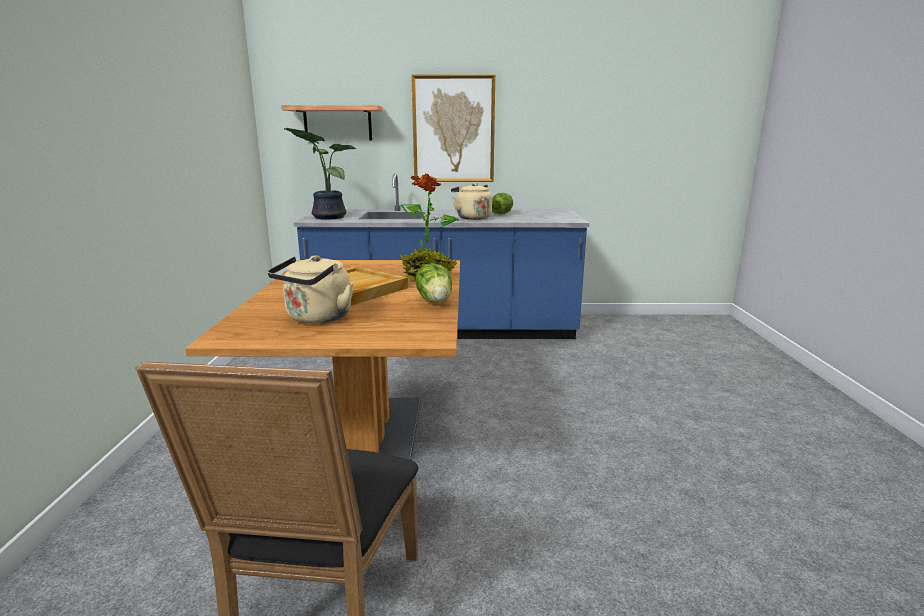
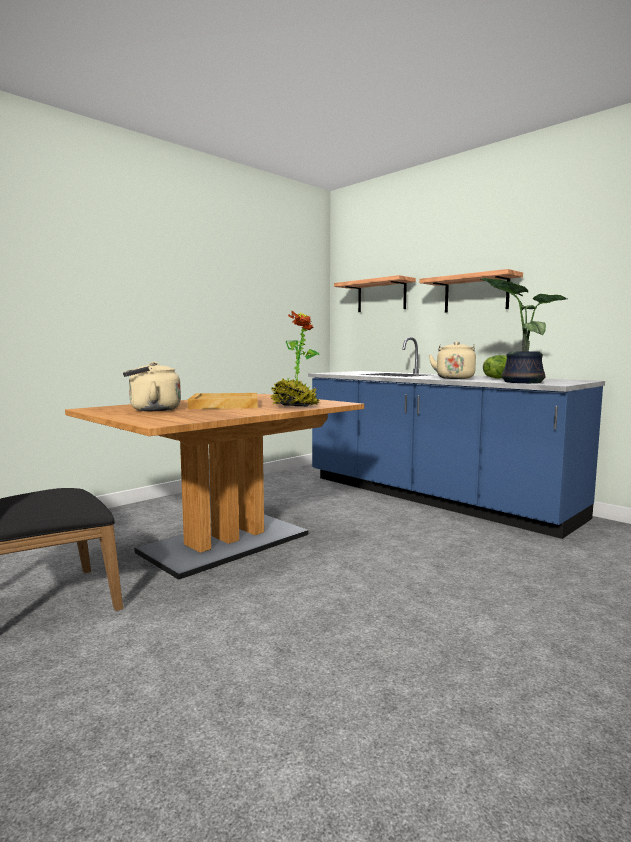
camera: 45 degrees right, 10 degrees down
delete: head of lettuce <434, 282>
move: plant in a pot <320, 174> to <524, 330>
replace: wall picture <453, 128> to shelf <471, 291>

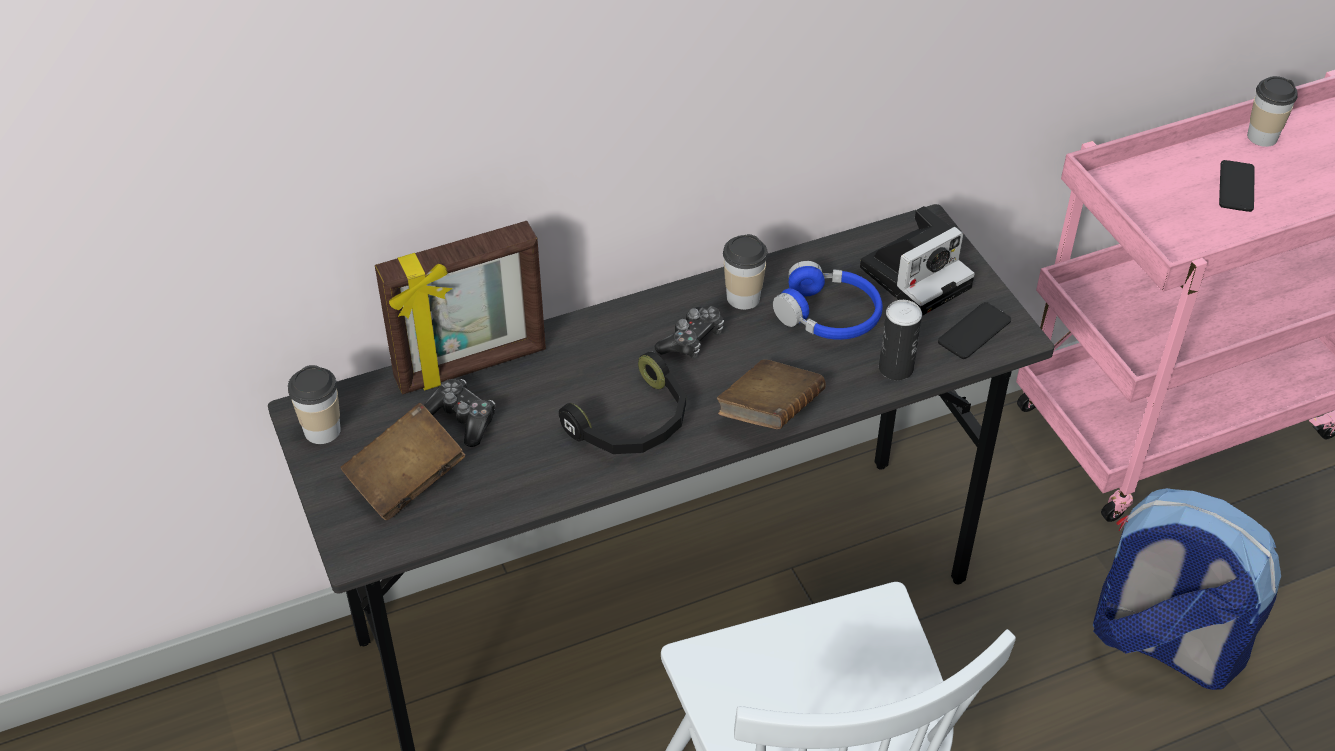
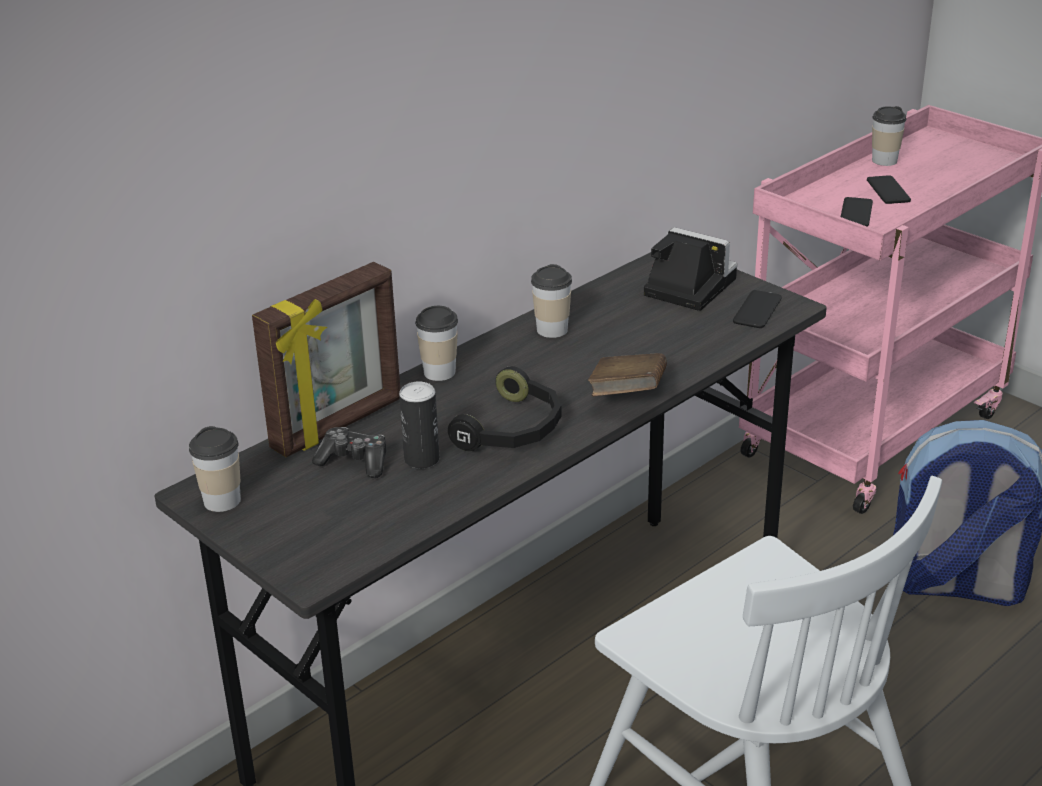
camera: 20 degrees left, 15 degrees down
delete: brownish volume <402, 461>; gamepad <689, 332>; bluish headphones <828, 300>
insert: cup <436, 343>; handset <857, 212>
move: metal can <900, 340> to <419, 425>
rotate: photo camera <917, 261> = <690, 269> 90 degrees counterclockwise

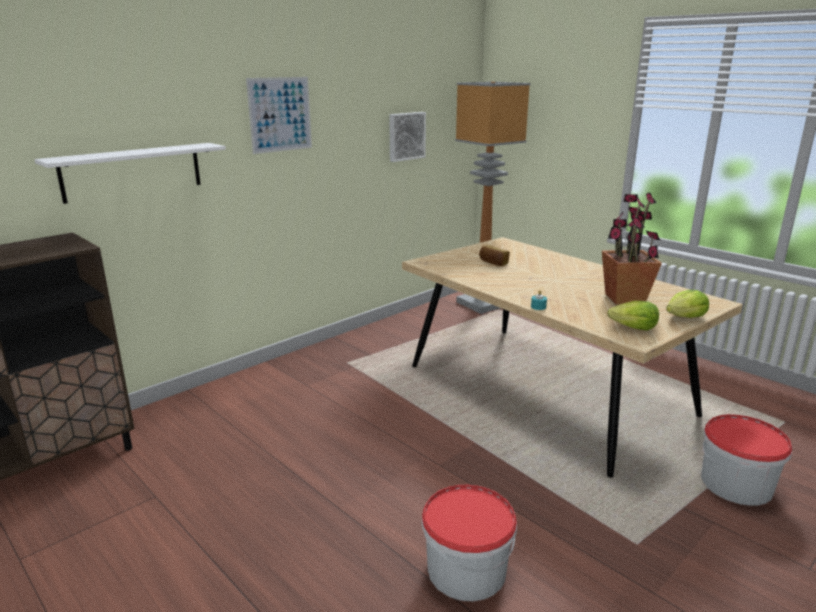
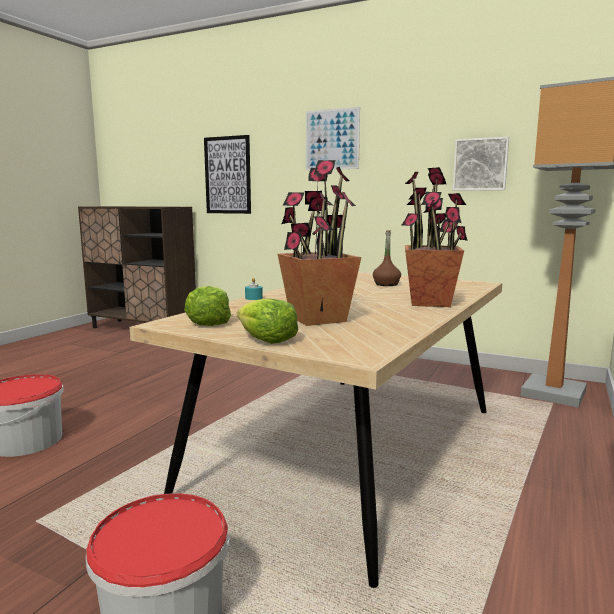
camera: 70 degrees right, 10 degrees down
insert: plant in a pot <434, 237>
replace: white shelf <130, 173> to wall picture <227, 174>; bread <494, 255> to brownish drink bottle <387, 258>

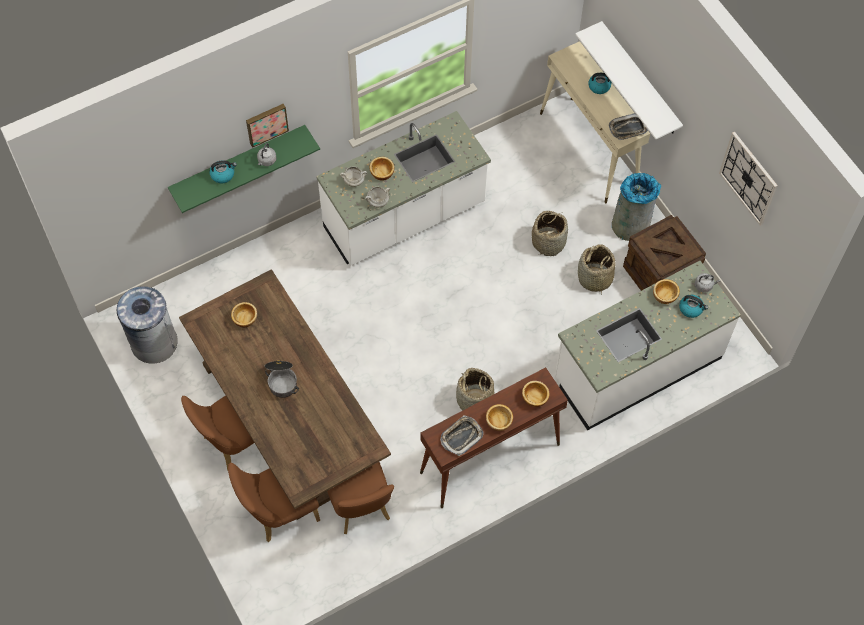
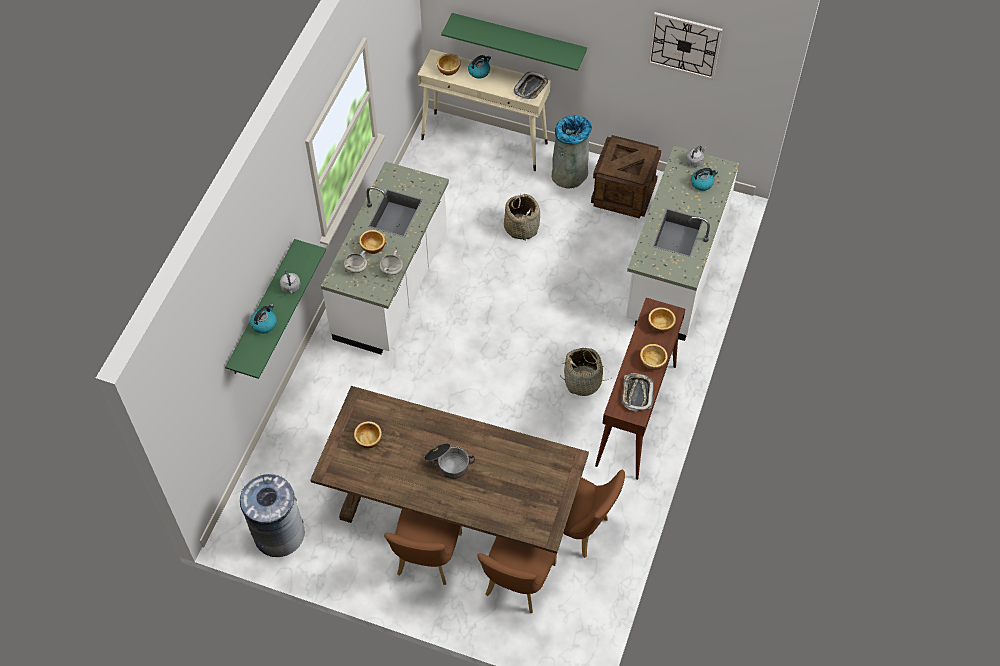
camera: 40 degrees left, 5 degrees down
delete: wall picture <267, 126>; storage basket <596, 269>
move: bowl <666, 291> to <449, 64>
recolor: white shelf <629, 80> to greenish shelf <514, 42>

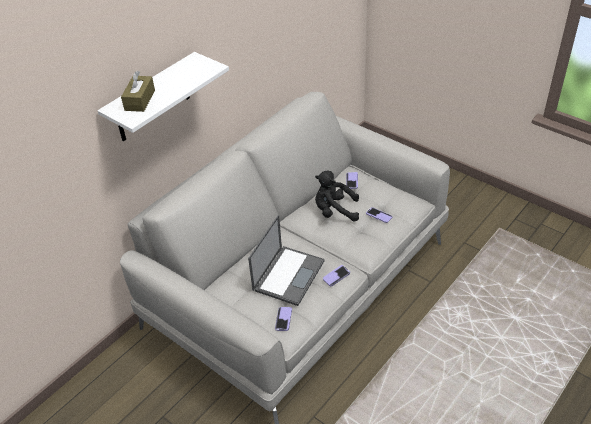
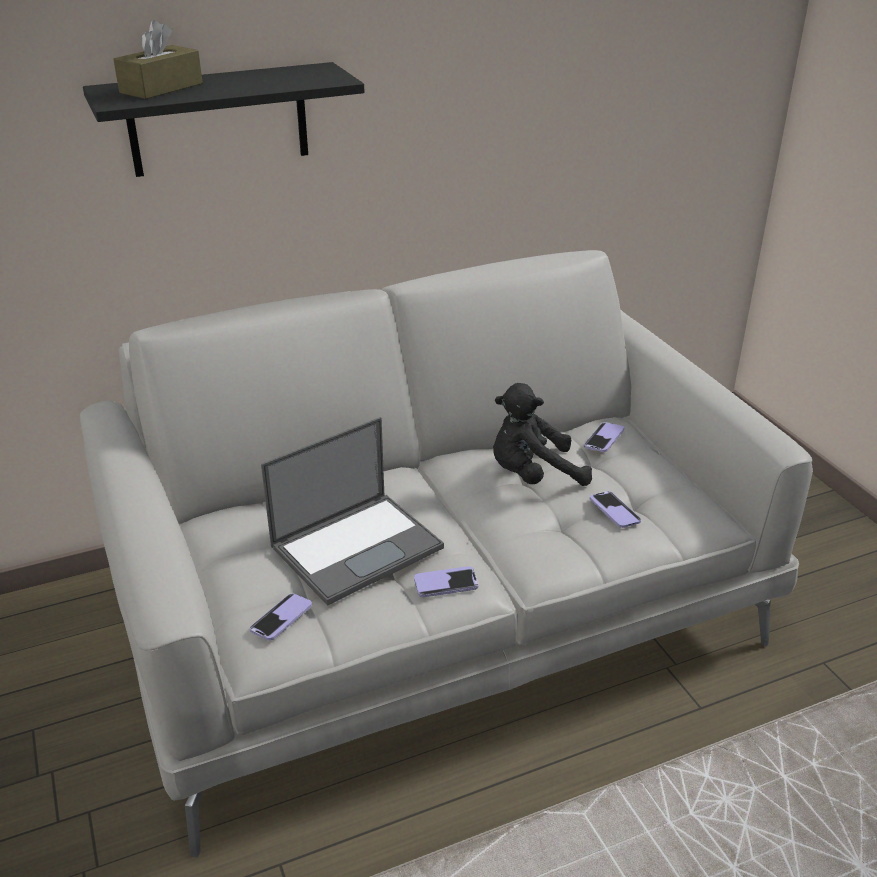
camera: 25 degrees right, 10 degrees down
recolor: white shelf <163, 96> to black shelf <223, 119>
rotate: black soft toy <337, 196> = <542, 434> 45 degrees counterclockwise

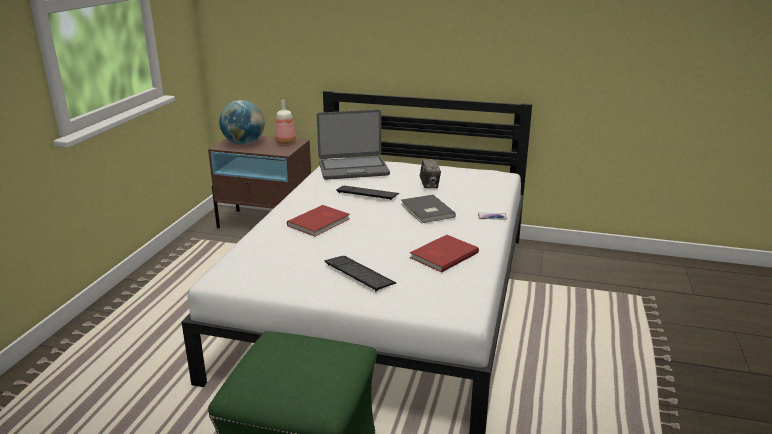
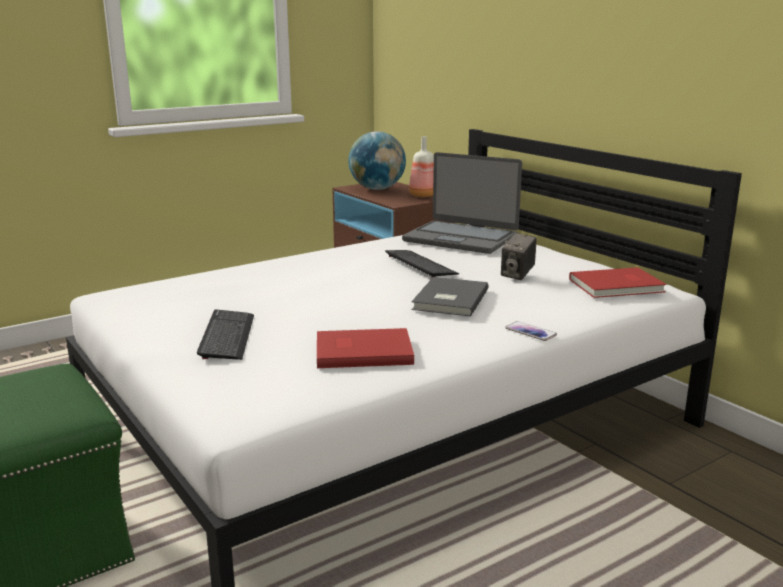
camera: 40 degrees right, 5 degrees down
move: red volume <318, 220> to <618, 282>

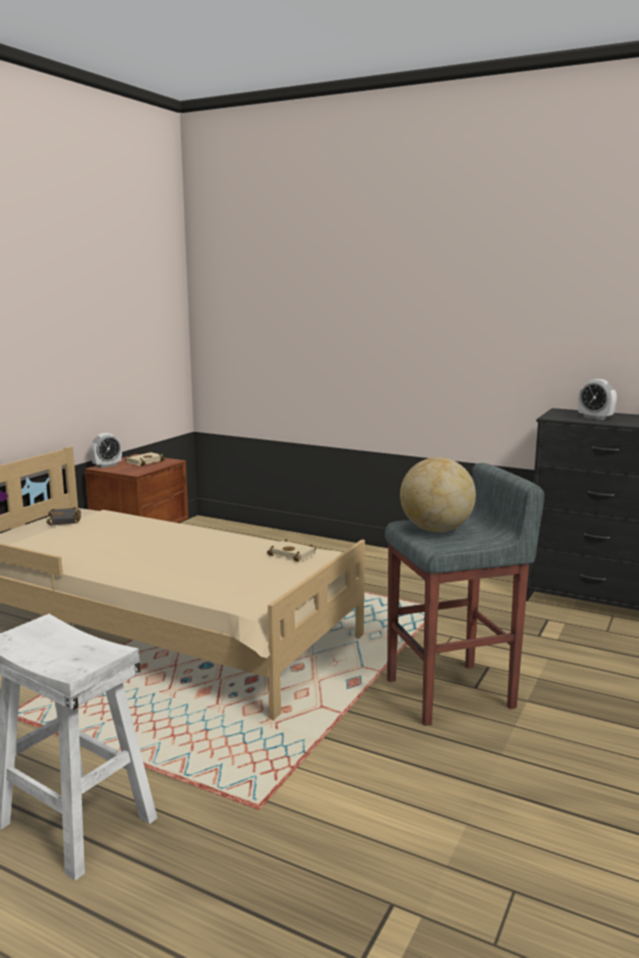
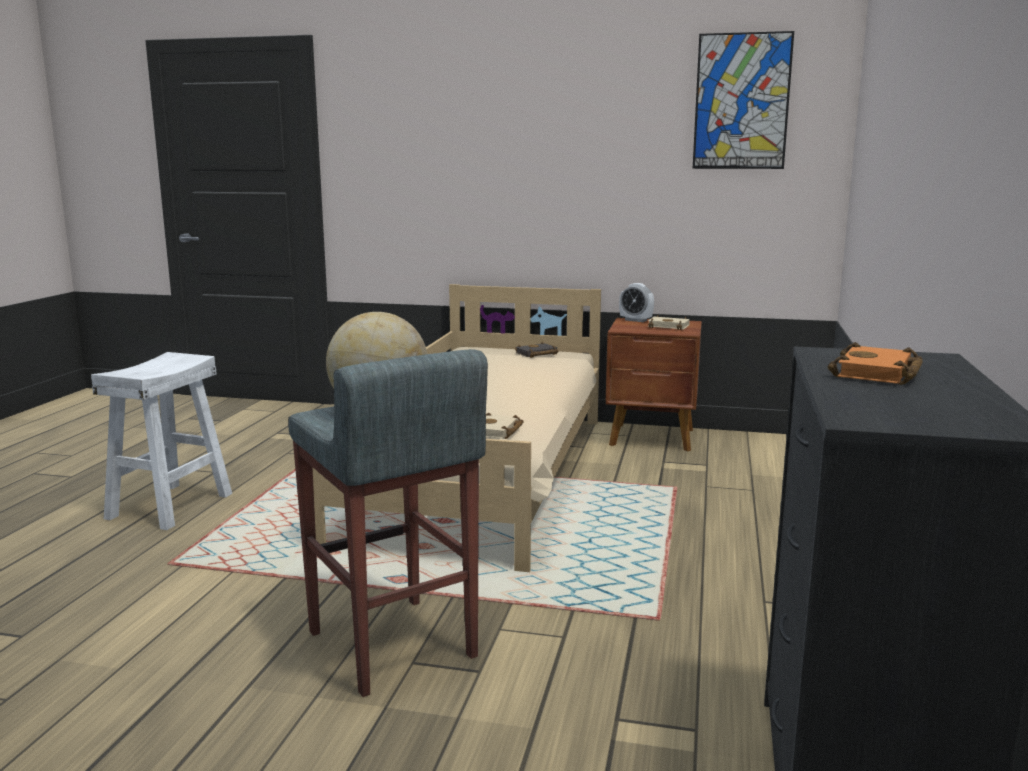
camera: 75 degrees right, 0 degrees up
insert: wall picture <743, 100>
replace: bedside clock <597, 399> to orange-coloured volume <875, 363>

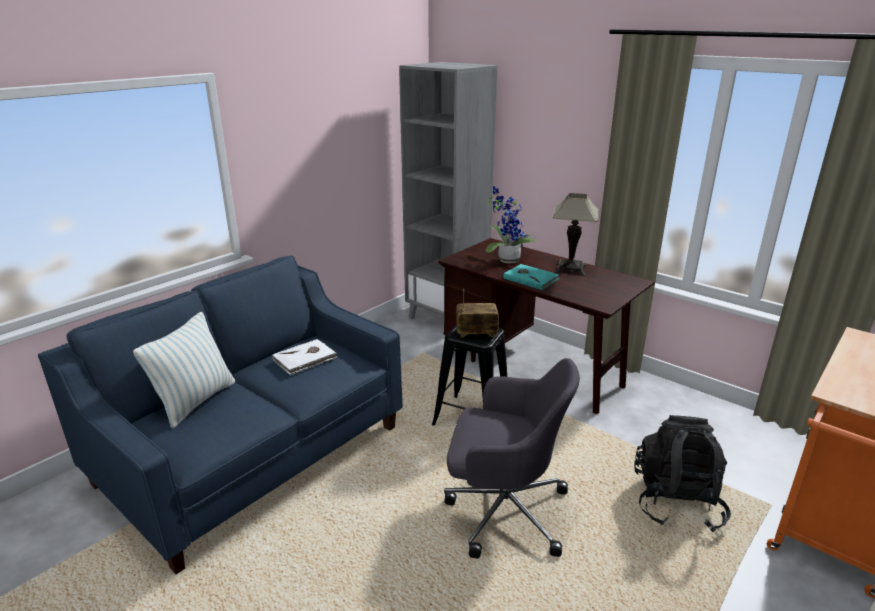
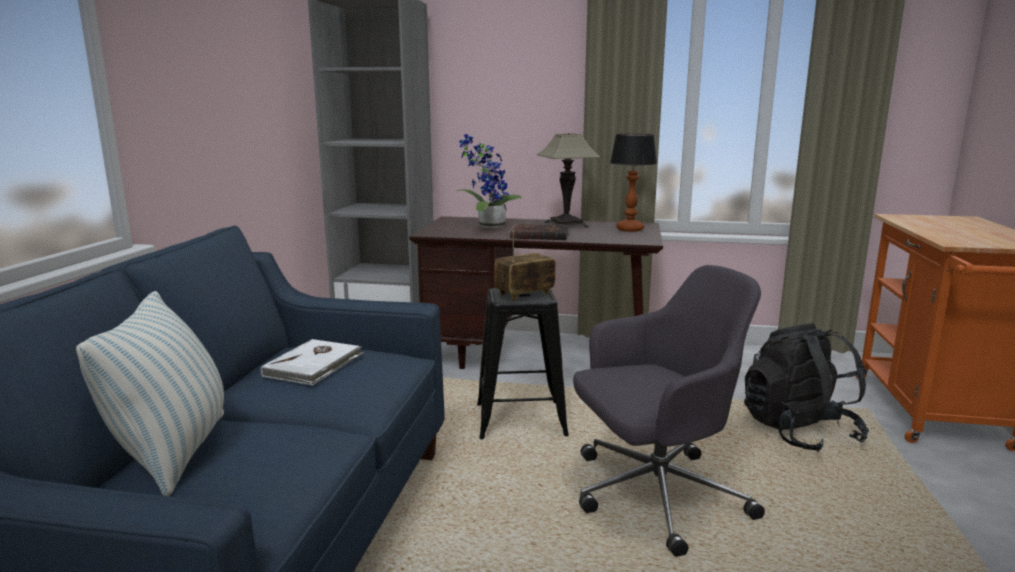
camera: 30 degrees left, 10 degrees down
insert: table lamp <633, 183>
recolor: blue-green volume <531, 277> to brownish volume <539, 232>

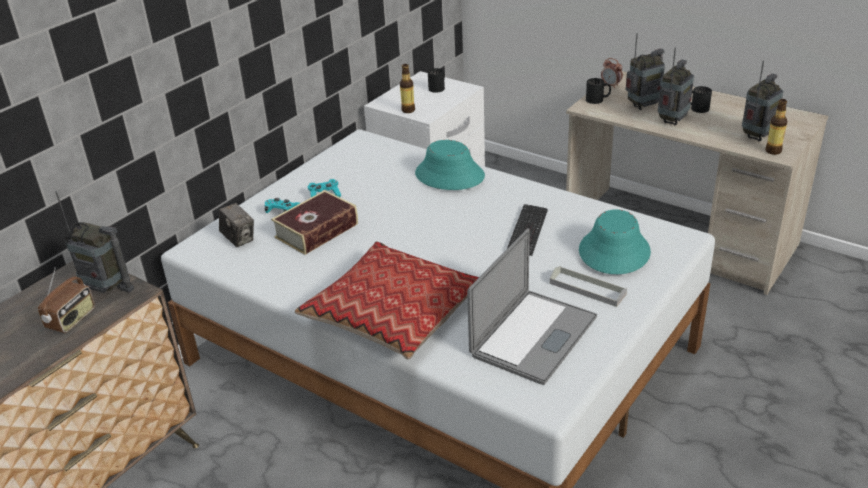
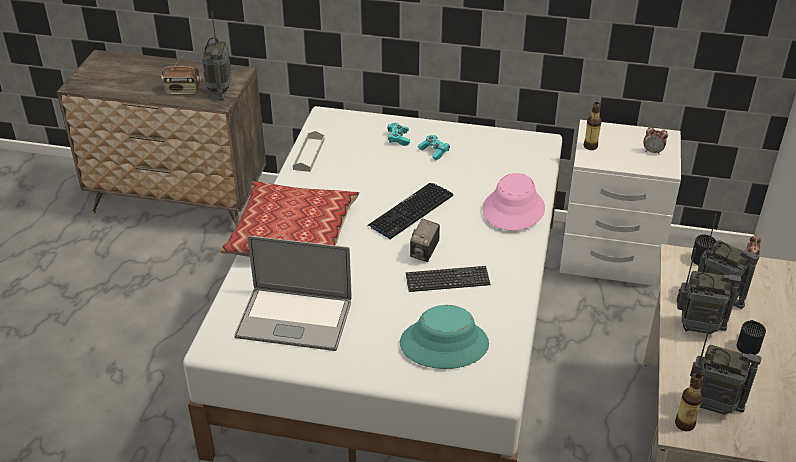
camera: 65 degrees right, 5 degrees up
delete: volume <314, 222>
insert: computer keyboard <410, 211>
move: grey tray <588, 286> to <309, 151>; photo camera <236, 225> to <425, 240>
replace: black tea mug <436, 80> to bedside clock <655, 140>
recolor: blue-green wearable hat <450, 165> to pink wearable hat <513, 202>

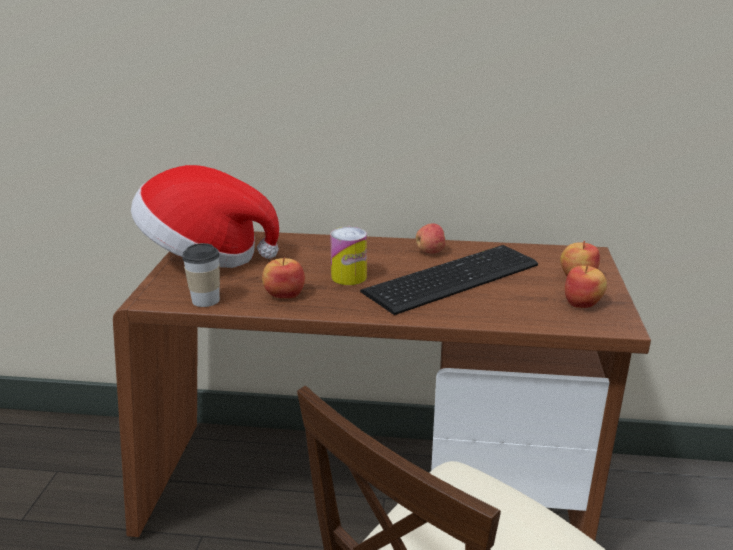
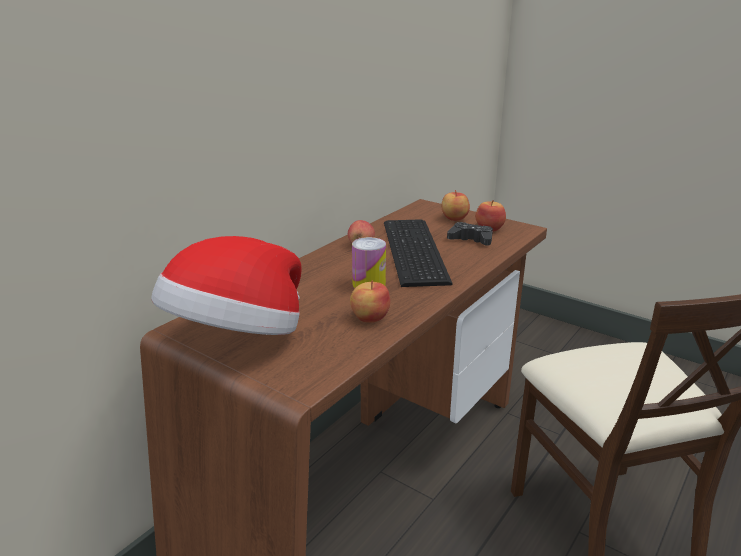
camera: 60 degrees left, 0 degrees up
delete: cup <201, 275>
insert: black gamepad <470, 234>

